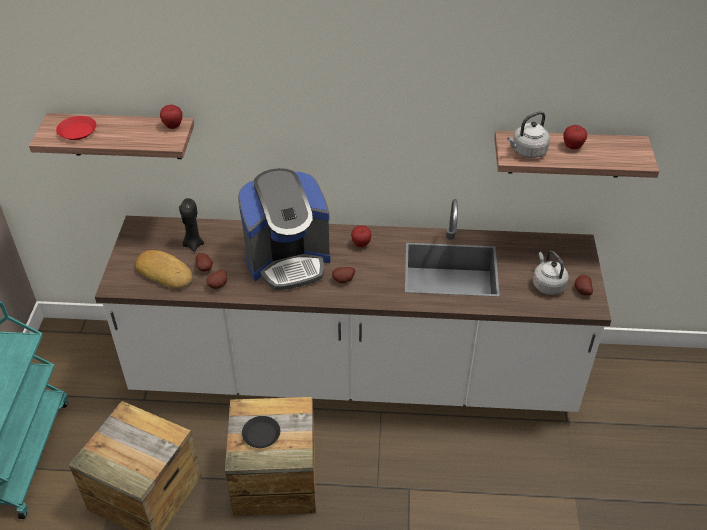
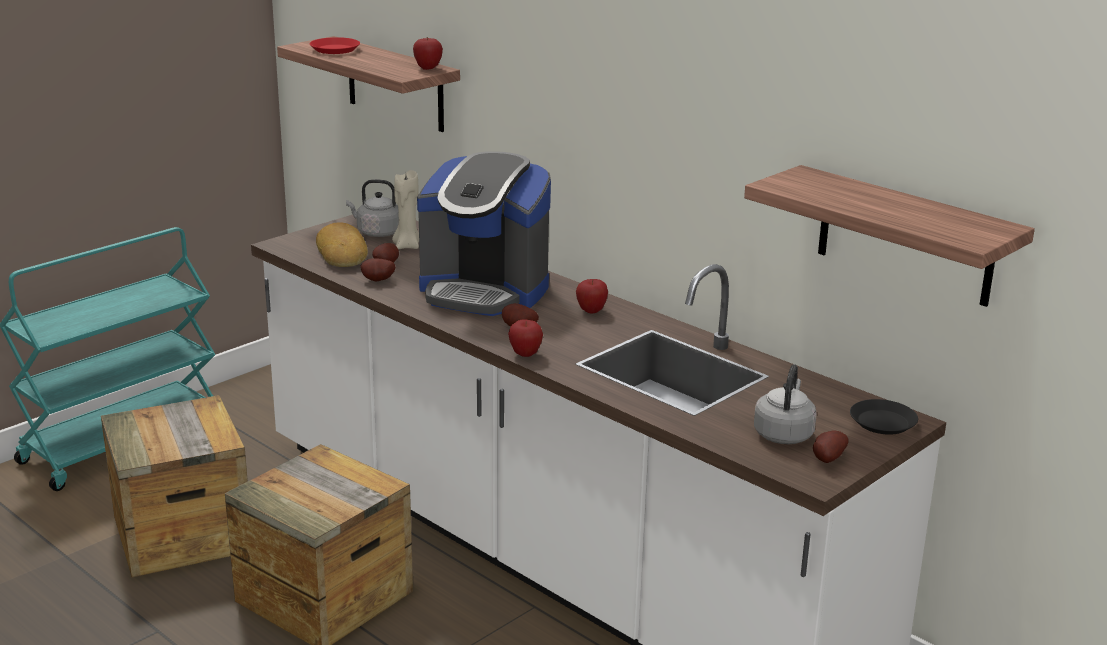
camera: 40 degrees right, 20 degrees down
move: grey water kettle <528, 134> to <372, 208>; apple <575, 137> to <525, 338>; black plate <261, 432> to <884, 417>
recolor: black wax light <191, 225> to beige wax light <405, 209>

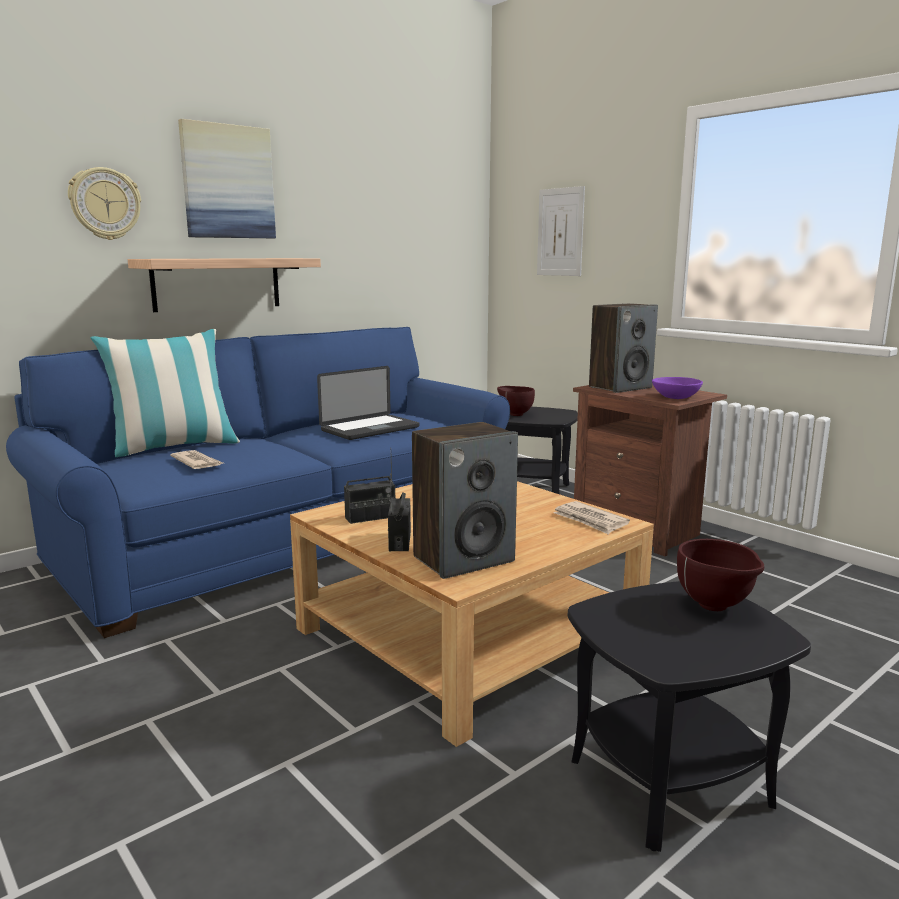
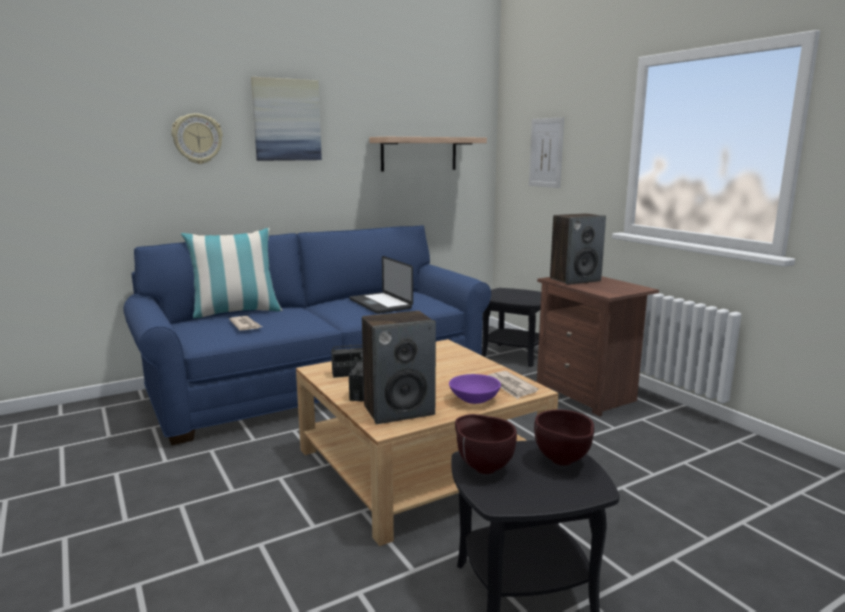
camera: 10 degrees right, 0 degrees up
move: shelf <224, 285> to <428, 154>; purple bowl <677, 388> to <475, 389>; brownish bowl <516, 401> to <486, 444>
rotate: portable computer <368, 403> = <381, 285> 90 degrees clockwise

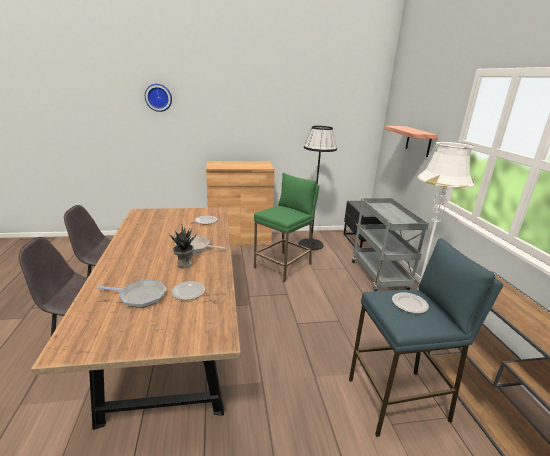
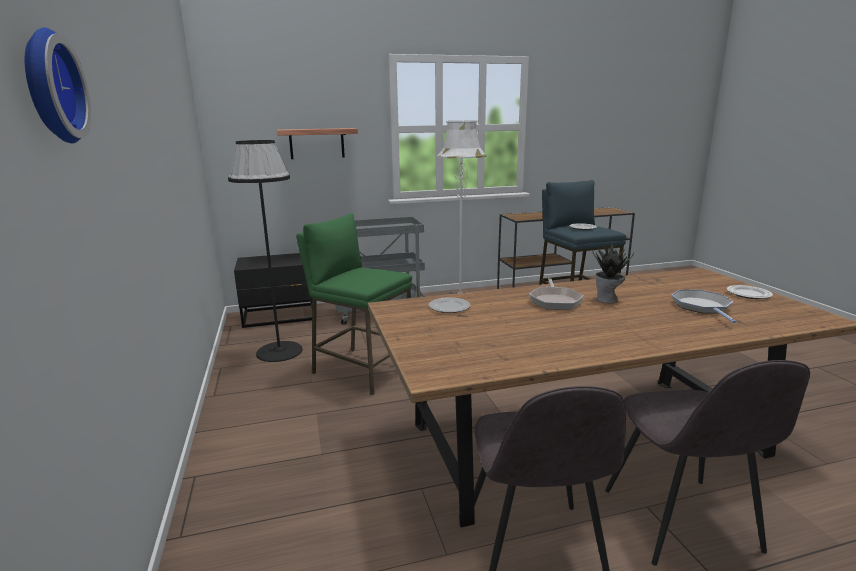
camera: 95 degrees left, 5 degrees down
delete: brownish storage cabinet <240, 203>
move: plate <188, 290> to <750, 292>

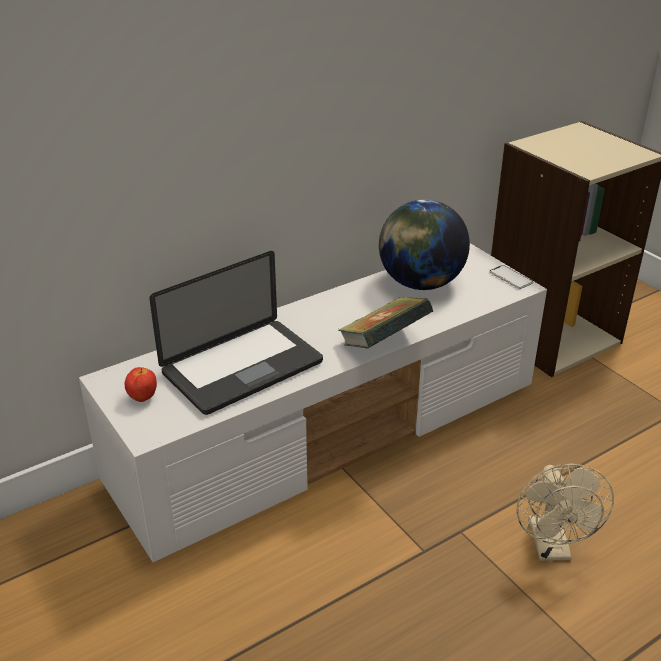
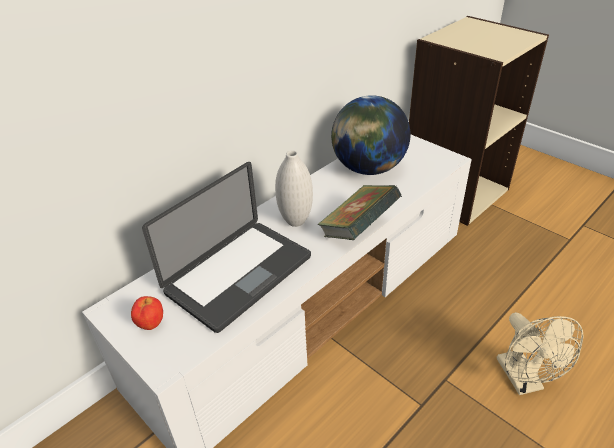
camera: 10 degrees left, 5 degrees up
delete: handset <511, 277>
insert: white flower vase <294, 189>

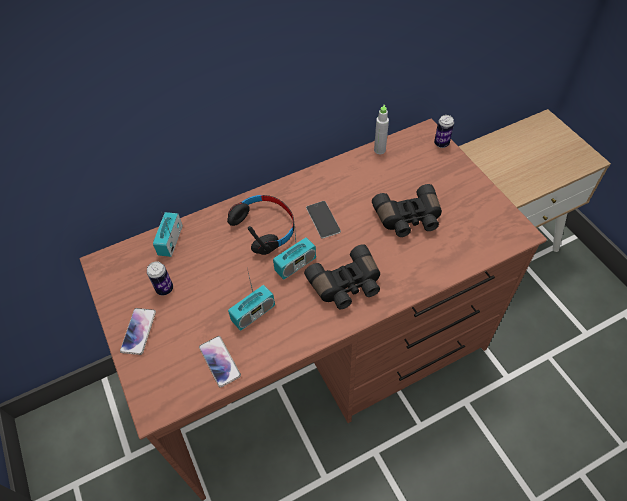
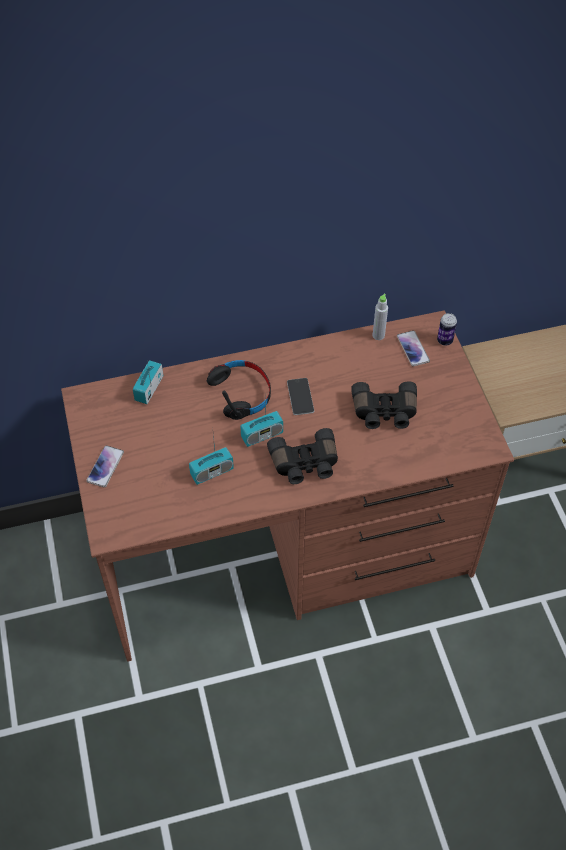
camera: 10 degrees right, 0 degrees up
delete: metal can <160, 278>
move: handset <220, 362> to <413, 348>

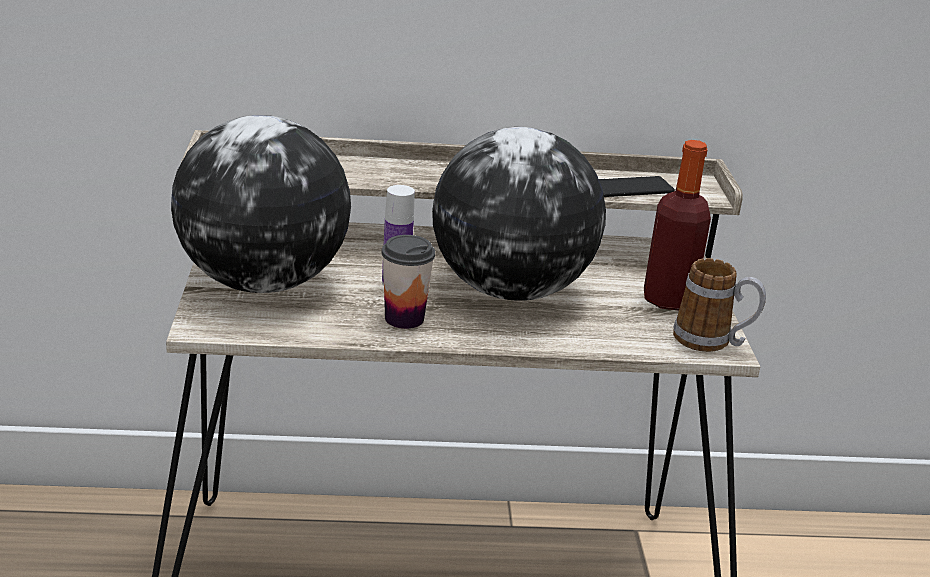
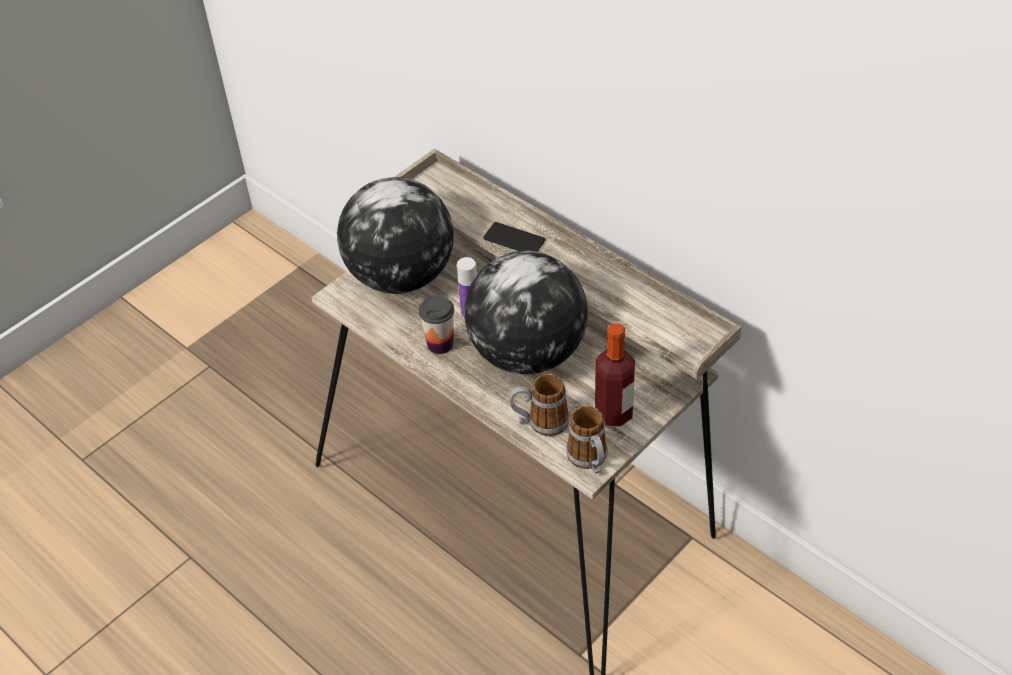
camera: 50 degrees right, 20 degrees up
insert: tea mug <539, 405>
move: handset <637, 186> to <514, 237>

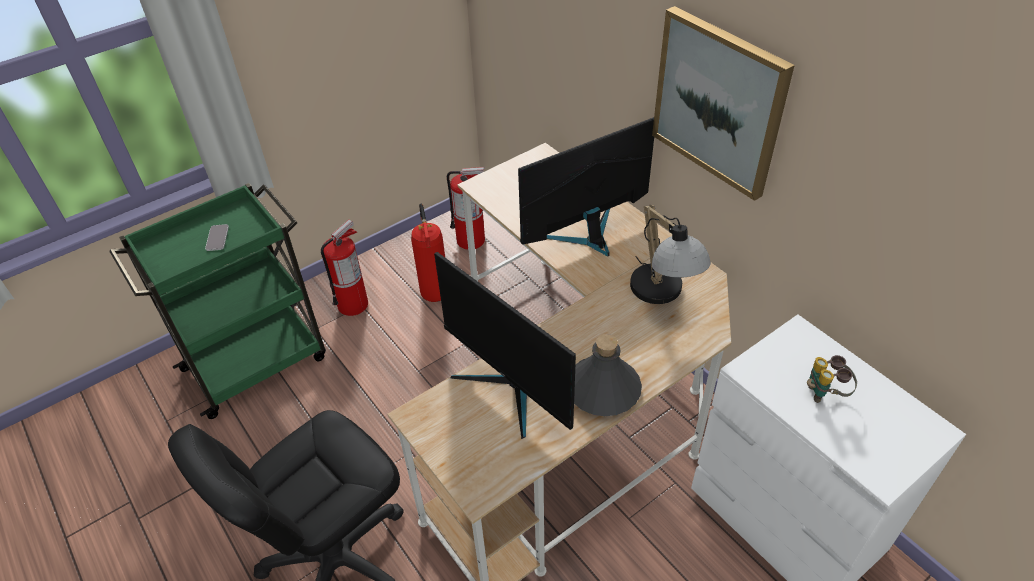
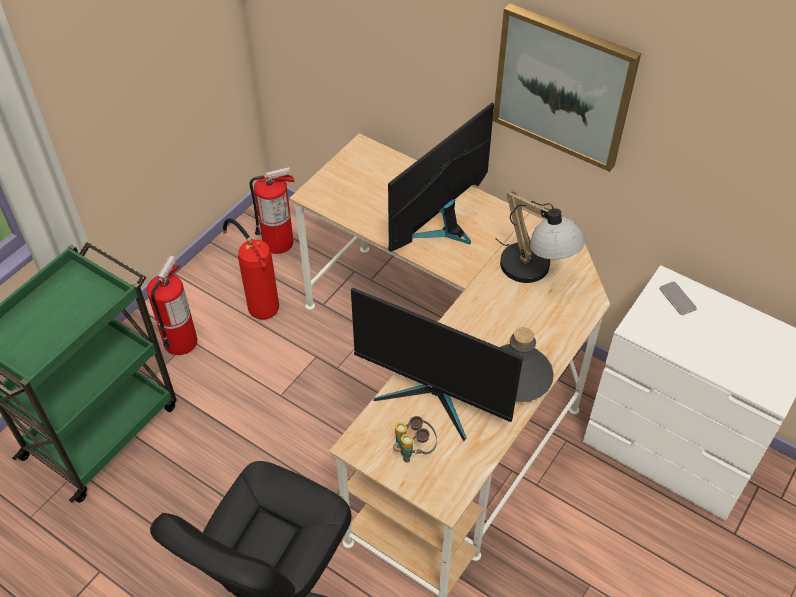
camera: 20 degrees left, 5 degrees up
move: binoculars <832, 379> to <415, 439>; handset <217, 237> to <678, 298>

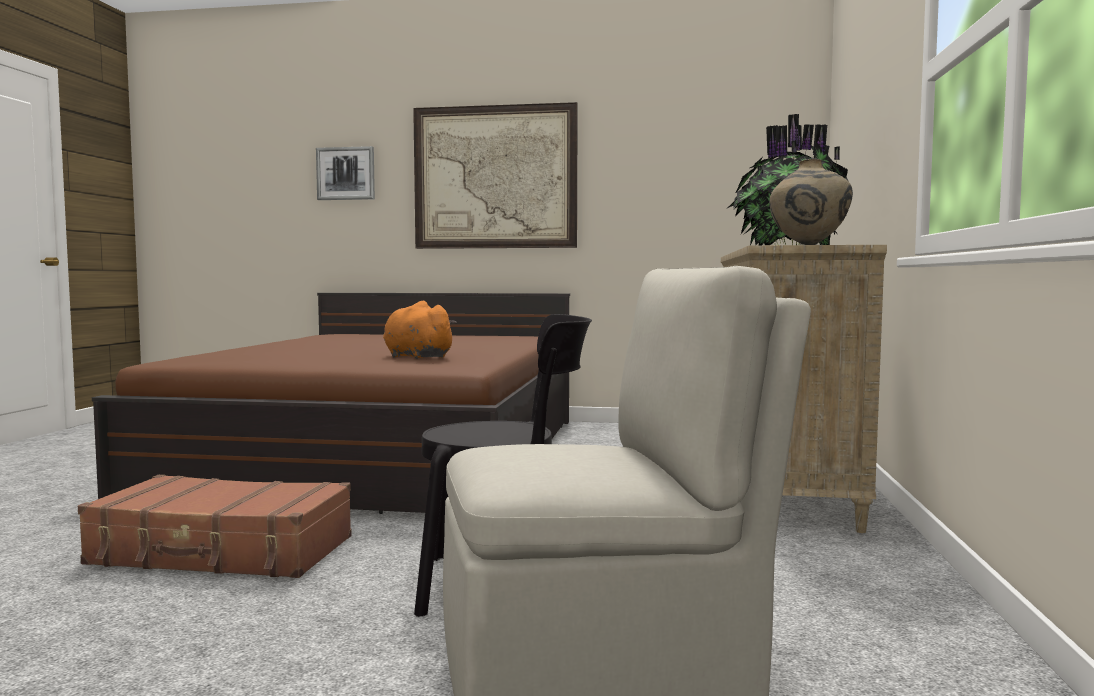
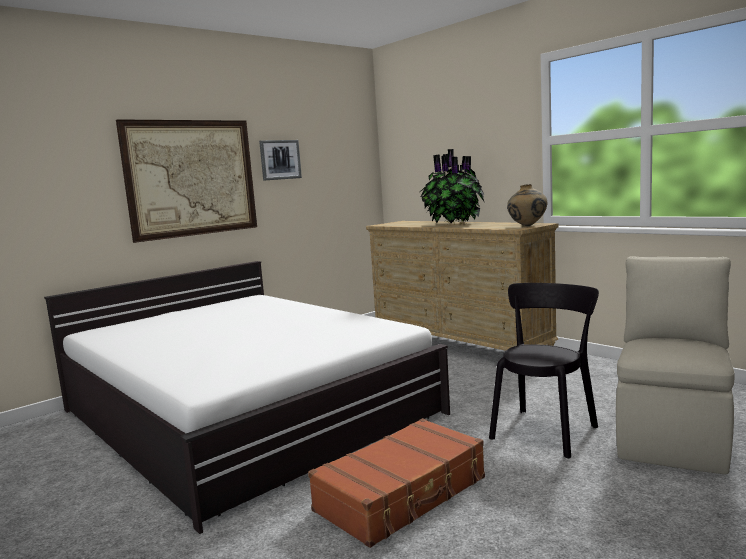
camera: 50 degrees left, 5 degrees up
delete: orange-coloured soft toy <420, 330>
move: wall picture <345, 173> to <280, 160>
recolor: brownish bedroom bed <331, 403> to white bedroom bed <247, 397>

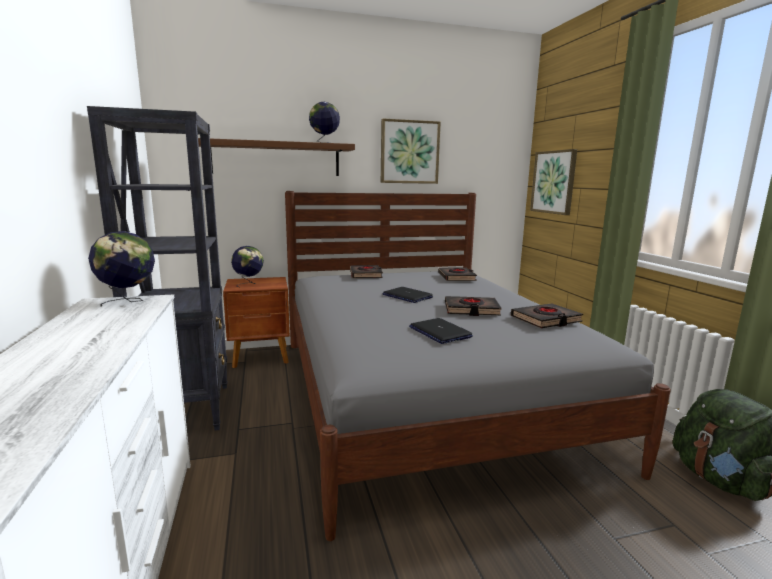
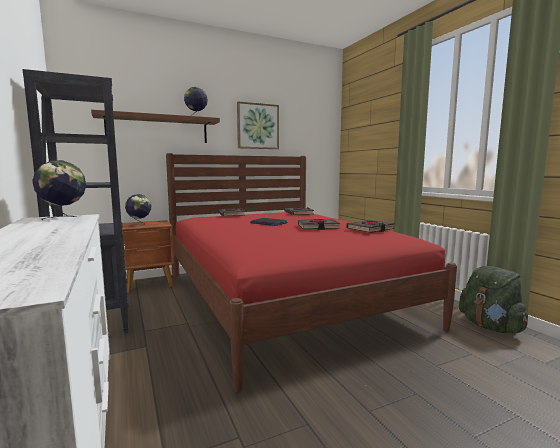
camera: 10 degrees left, 5 degrees down
delete: portable computer <441, 331>; wall picture <553, 182>
recolor: grey bedroom bed <478, 366> to red bedroom bed <311, 272>

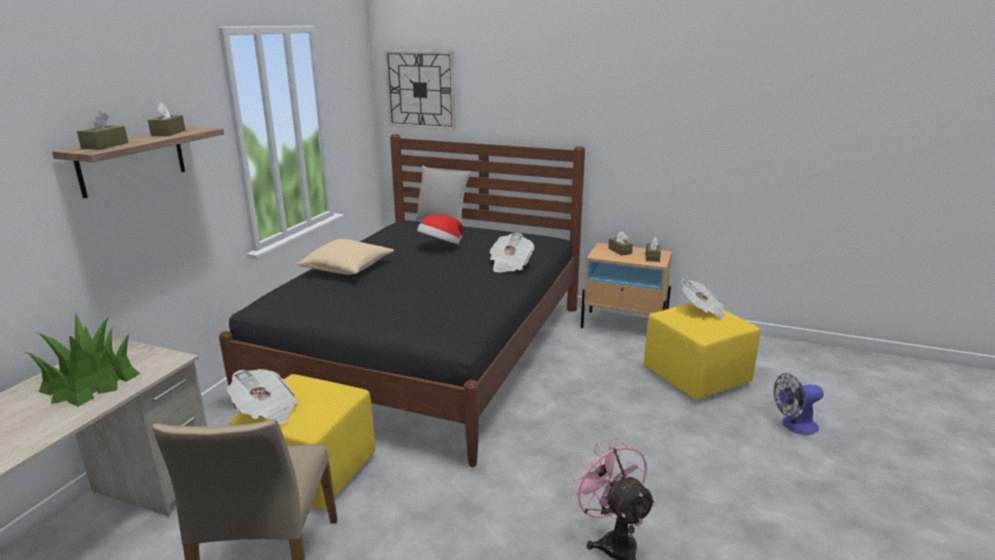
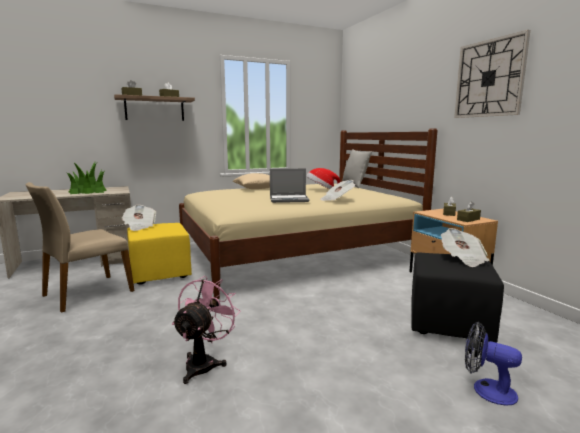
camera: 45 degrees right, 10 degrees down
insert: portable computer <290, 186>
move: clock on the wall <420, 90> to <492, 74>
recolor: black bedroom bed <402, 300> to beige bedroom bed <308, 213>; yellow pouffe <702, 351> to black pouffe <457, 297>

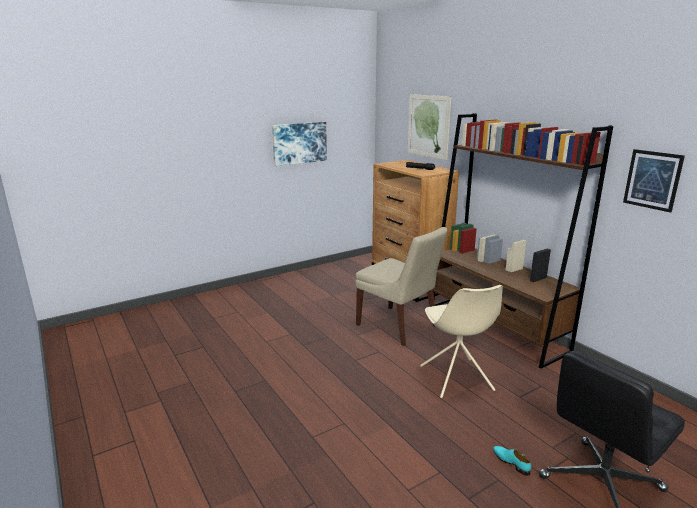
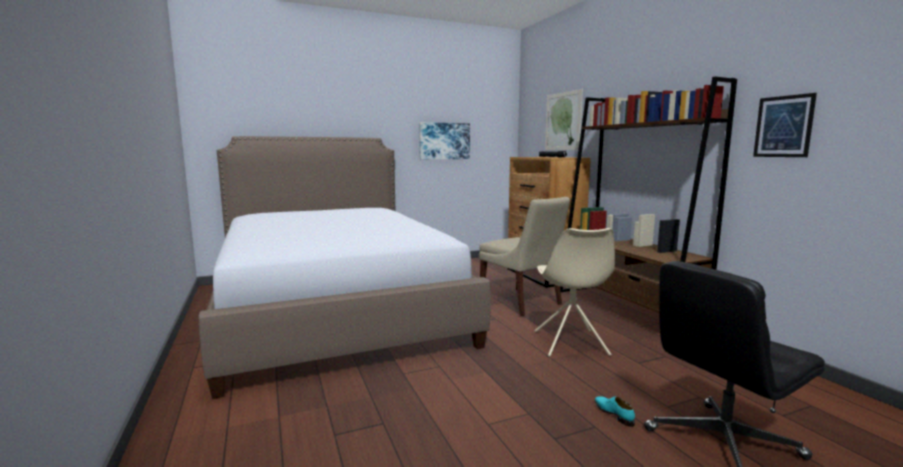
camera: 10 degrees right, 10 degrees down
insert: bedroom bed <344, 267>

